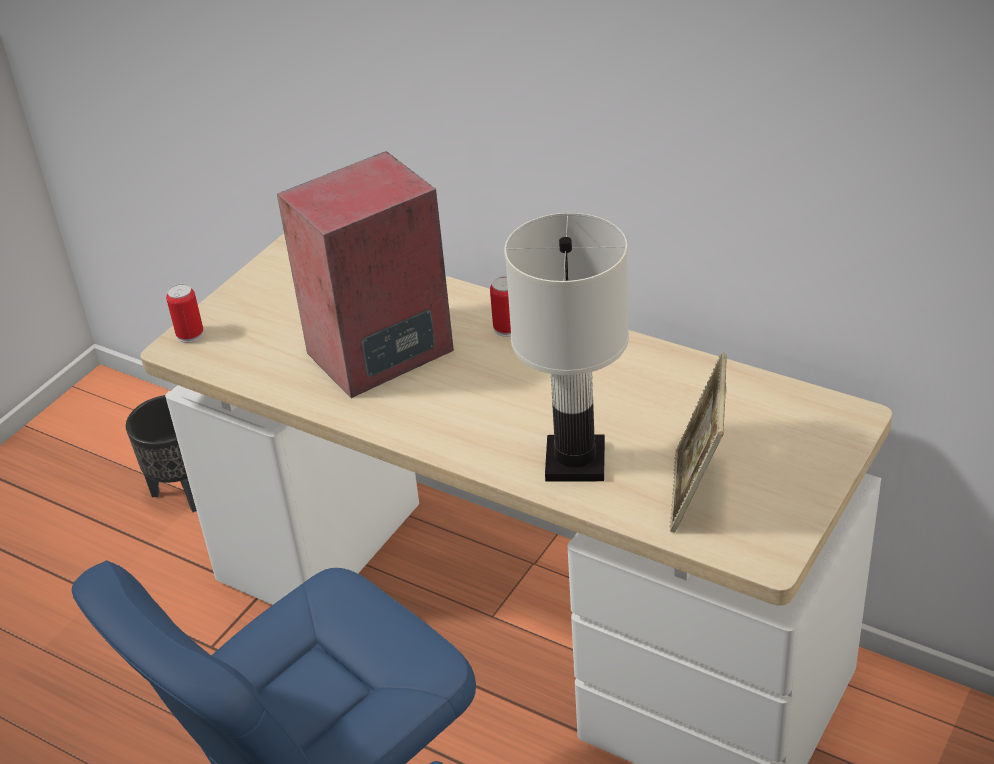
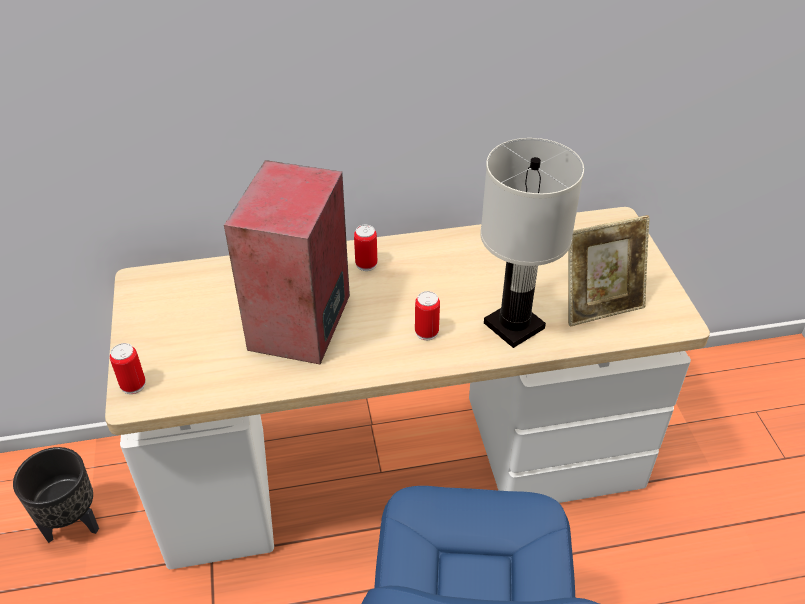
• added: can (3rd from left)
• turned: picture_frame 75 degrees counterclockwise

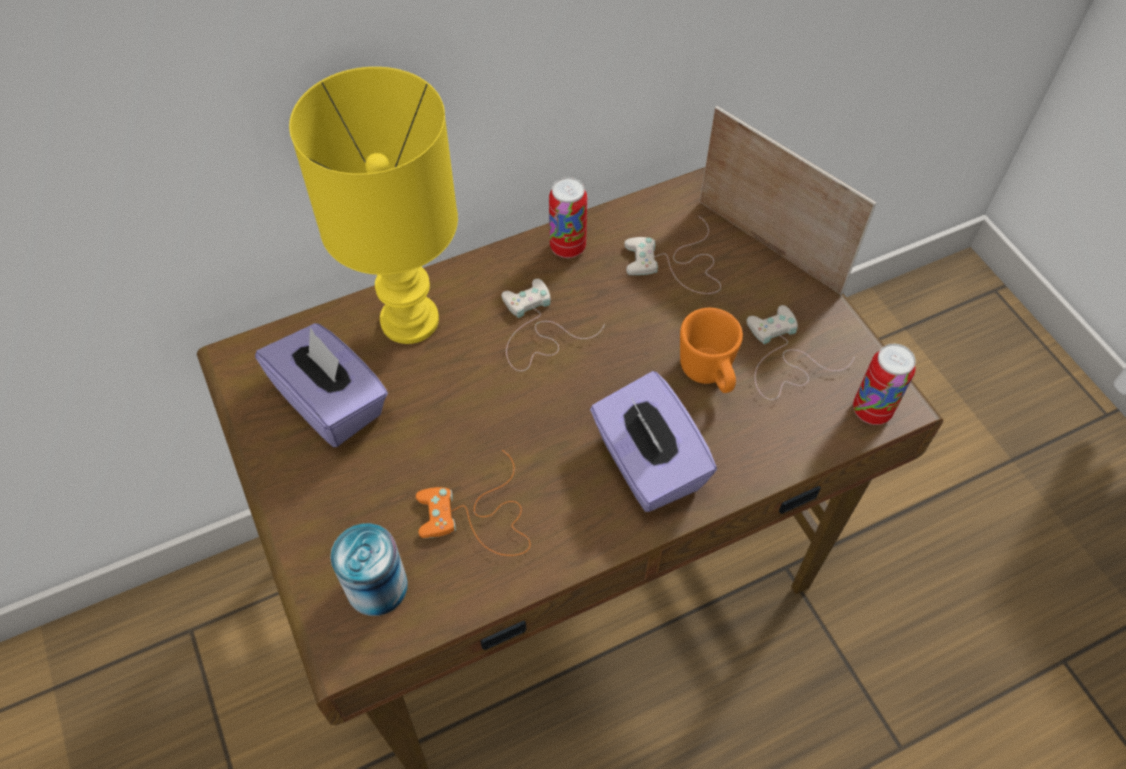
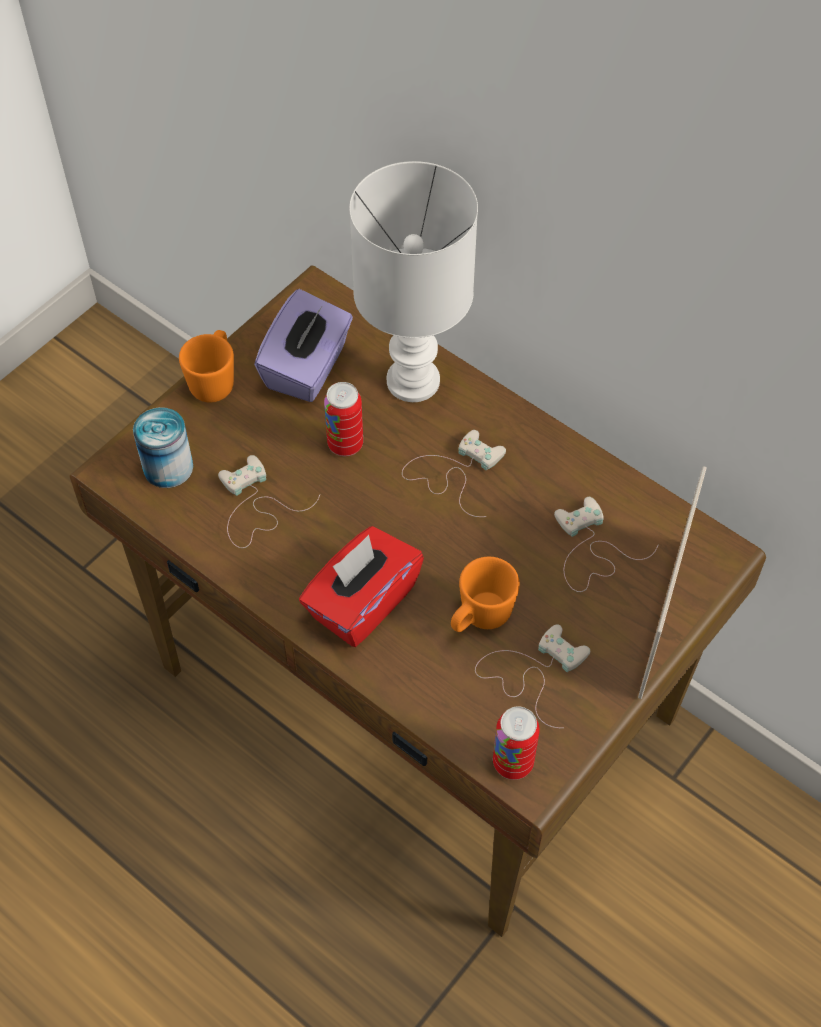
• added: orange_mug (1st from left)
• moved: can (2nd from left)
• recoloured: yellow_table_lamp to white_table_lamp
• recoloured: orange_game_controller to white_game_controller (1st from left)
• recoloured: purple_tissue_box (2nd from left) to red_tissue_box

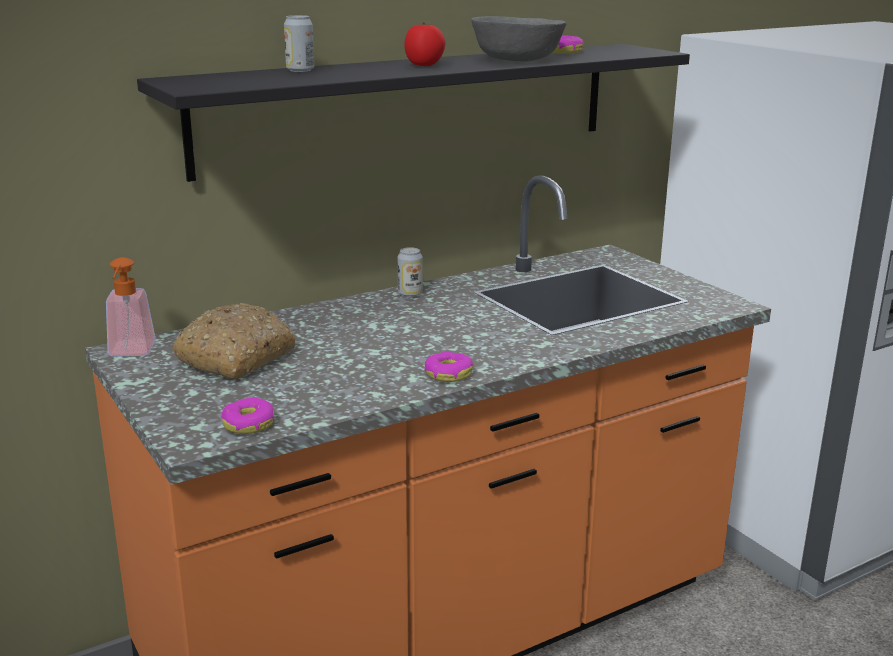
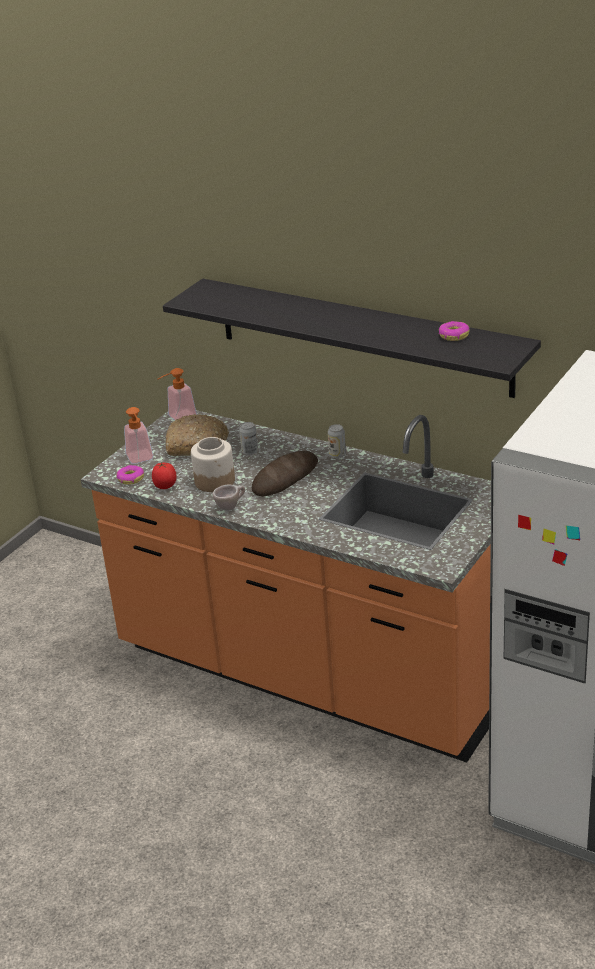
• removed: grey_bowl
• added: soap_dispenser (1st from left)
• added: jar
• added: bread (2nd from left)
• moved: can (1st from left)
• moved: tomato
• replaced: donut (2nd from left) to beige_cup

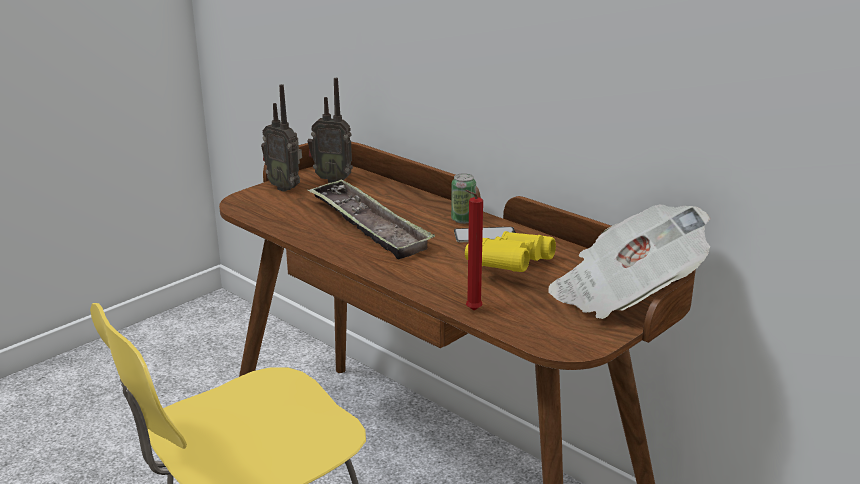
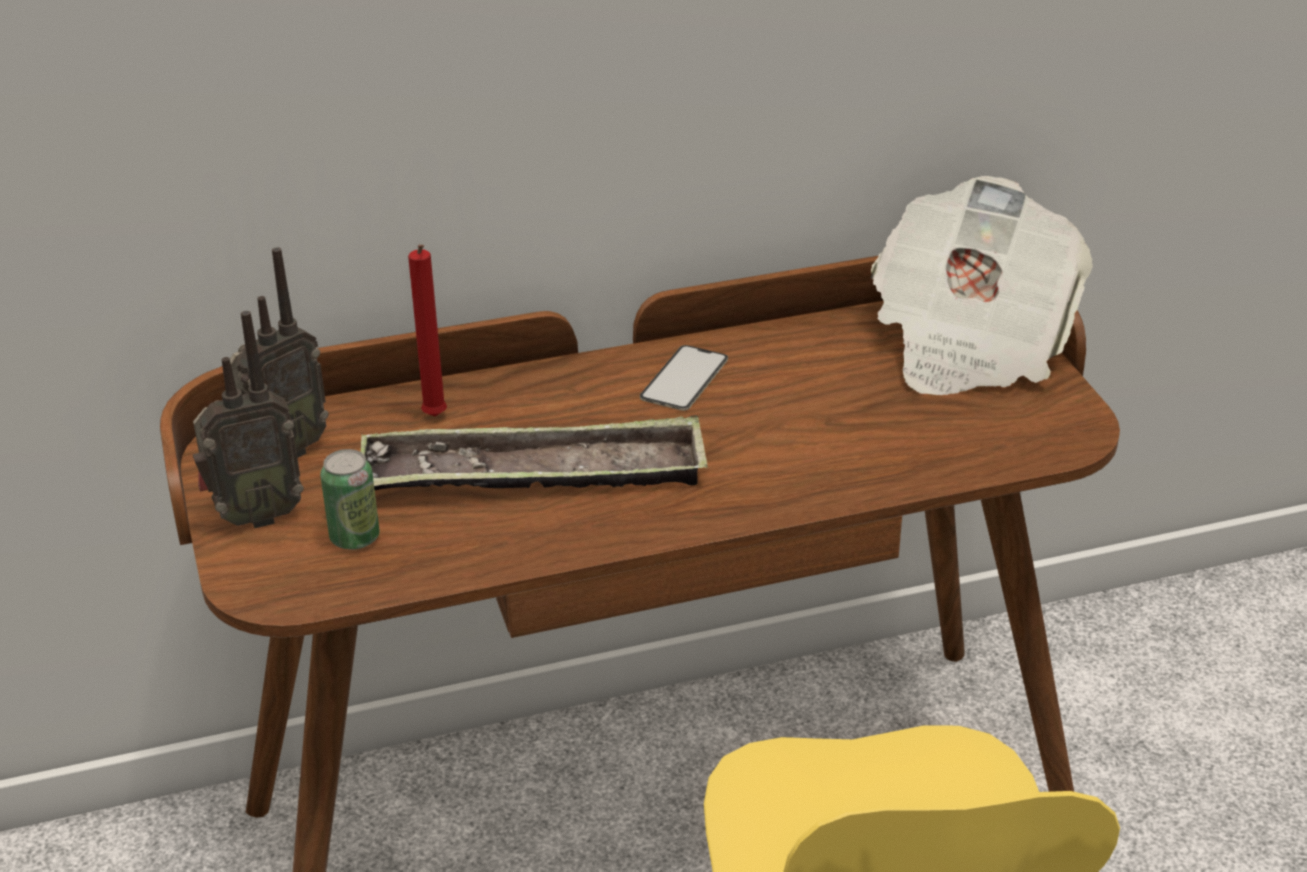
• removed: yellow_binoculars
• moved: can
• moved: red_candle

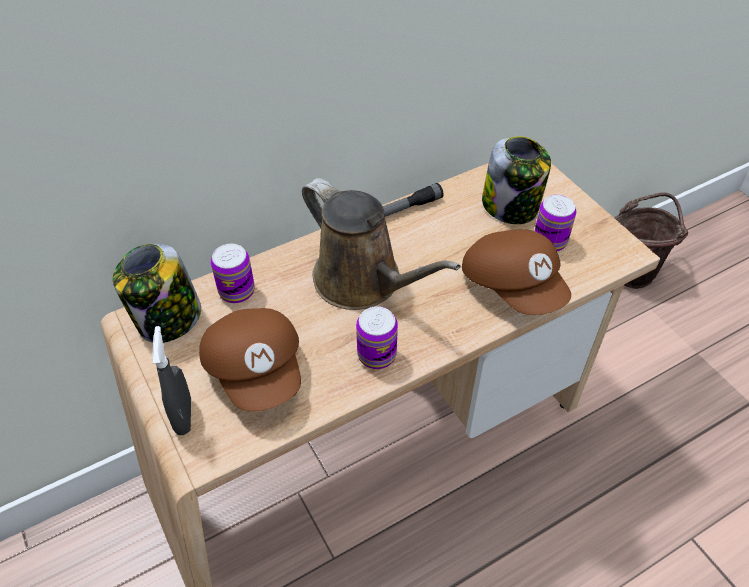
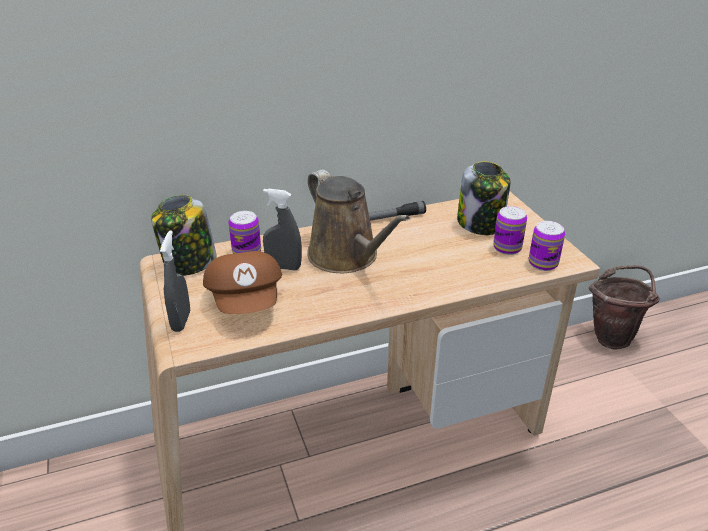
• removed: brown_cap (2nd from left)
• added: grey_spray_bottle (2nd from left)
• moved: can (2nd from left in the first image) to can (3rd from left)

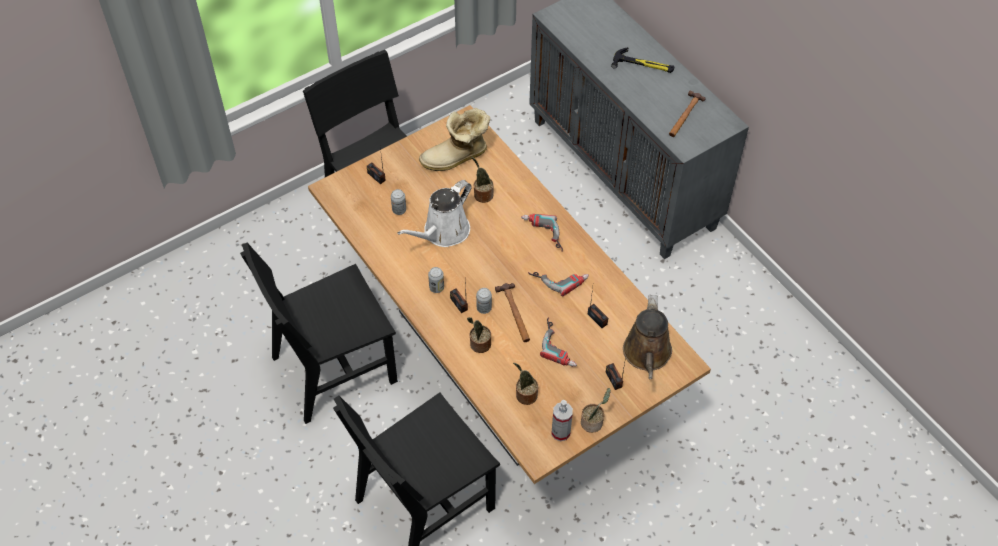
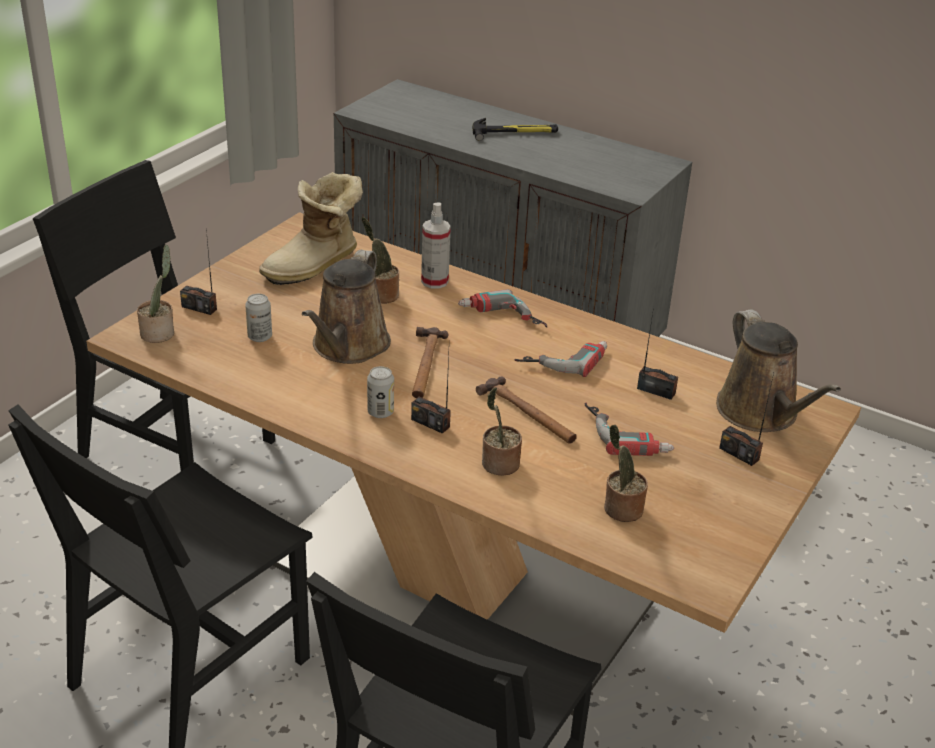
• removed: can (3rd from left)
• moved: spray_bottle
• moved: potted_plant (4th from left in the first image) to potted_plant (1st from left)
• moved: hammer (3rd from left in the first image) to hammer (1st from left)
• recoloured: white_watering_can to brown_watering_can (1st from left)

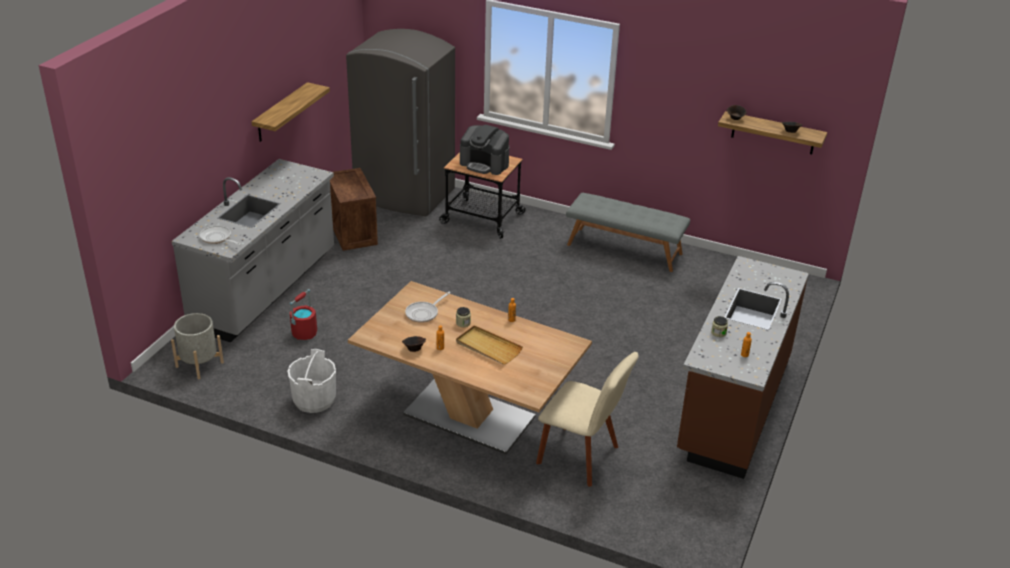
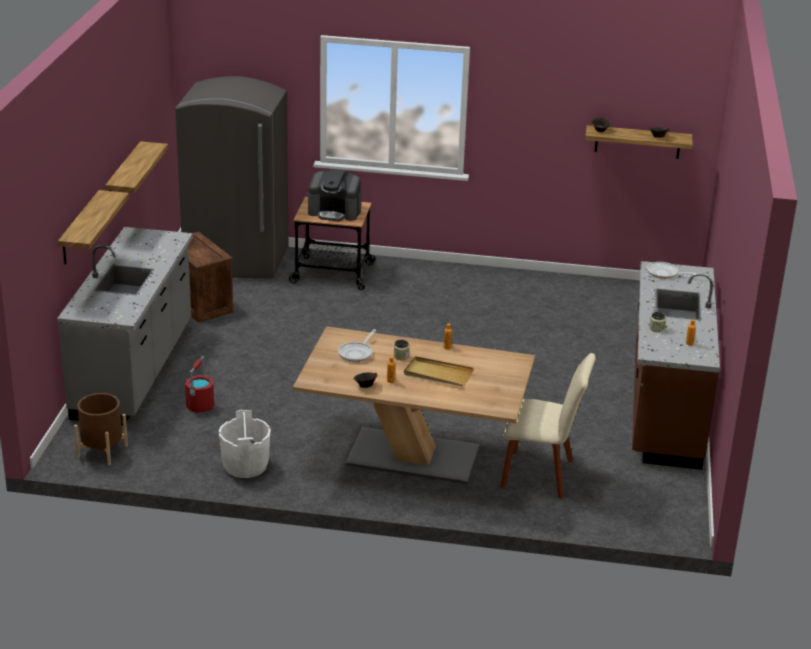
• removed: grey_bench
• added: shelf (1st from left)
• moved: frying_pan (1st from left in the first image) to frying_pan (2nd from left)
• recoloured: grey_planter to brown_planter

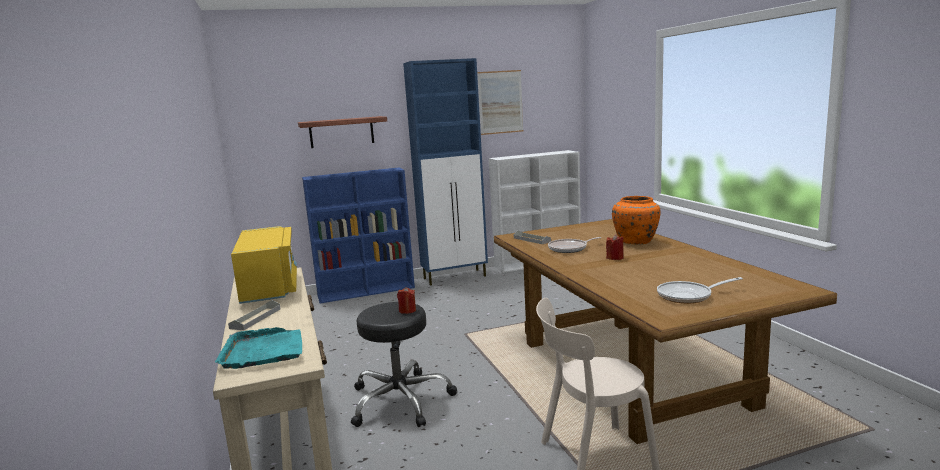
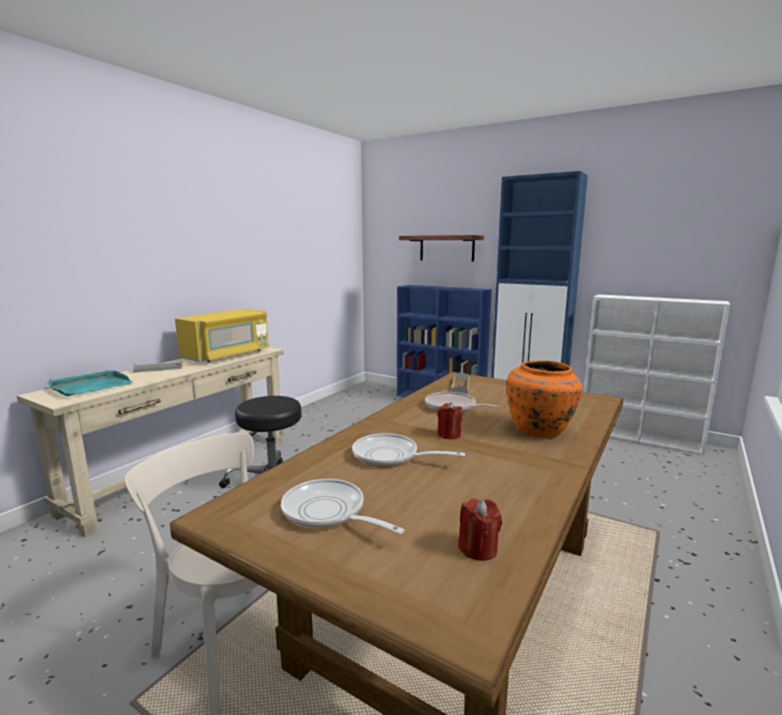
• removed: picture
• added: frying_pan (2nd from left)
• moved: red_candle (1st from left in the first image) to red_candle (2nd from left)

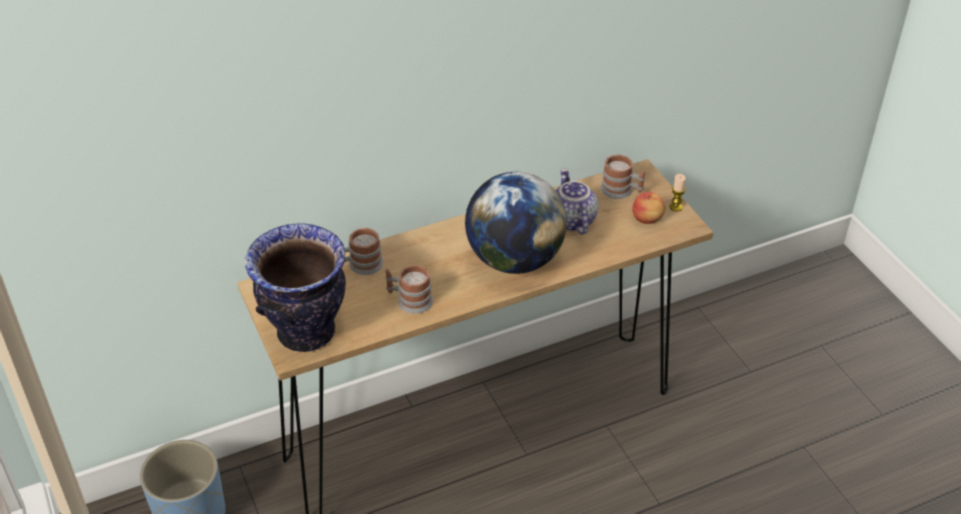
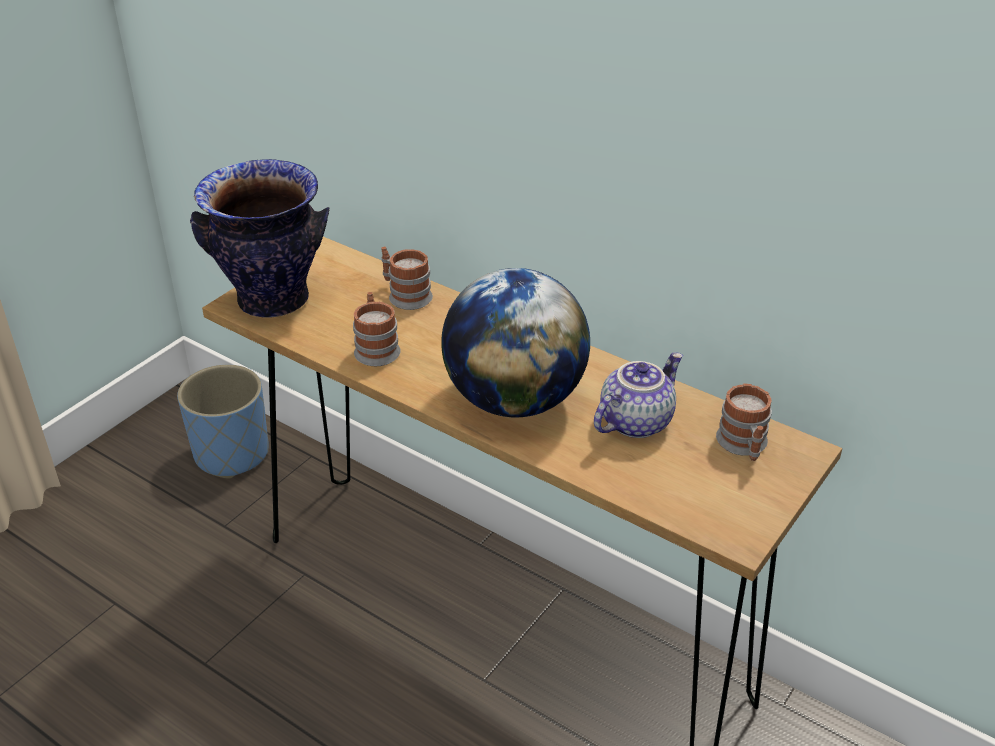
• removed: apple
• removed: candle

